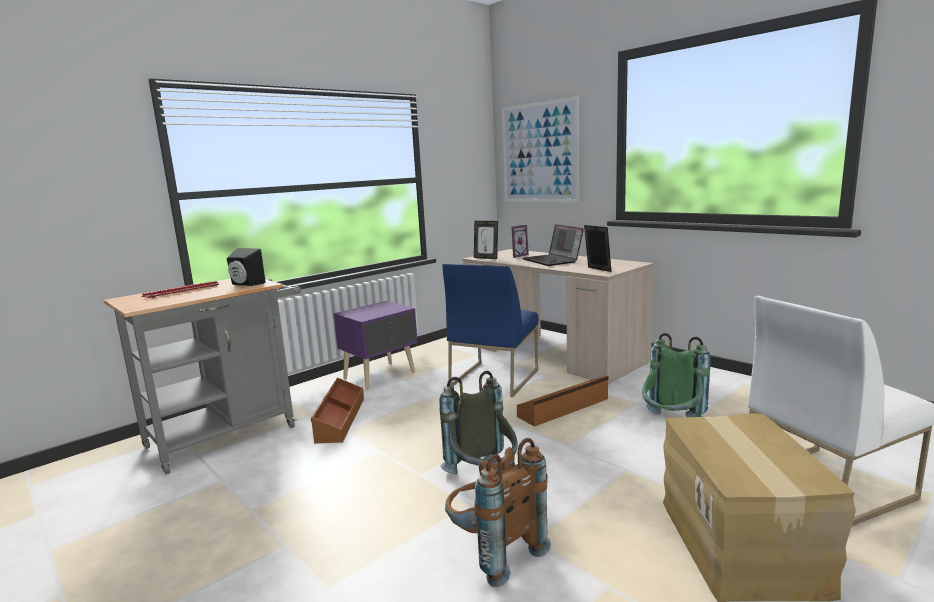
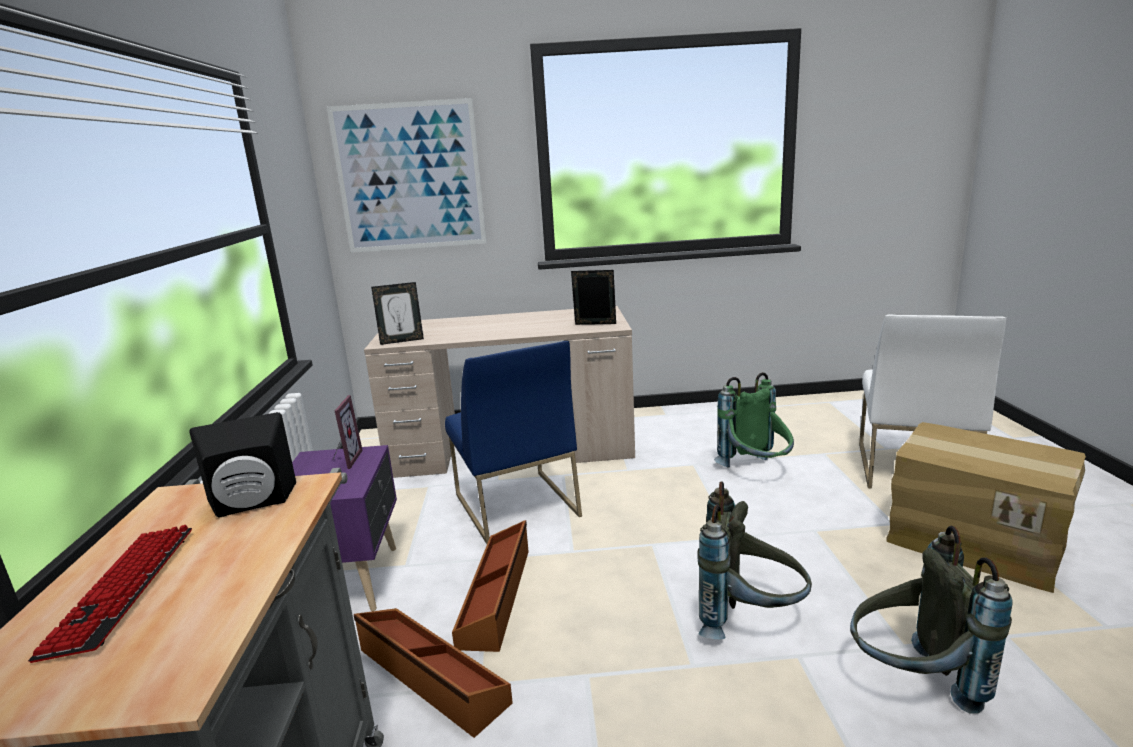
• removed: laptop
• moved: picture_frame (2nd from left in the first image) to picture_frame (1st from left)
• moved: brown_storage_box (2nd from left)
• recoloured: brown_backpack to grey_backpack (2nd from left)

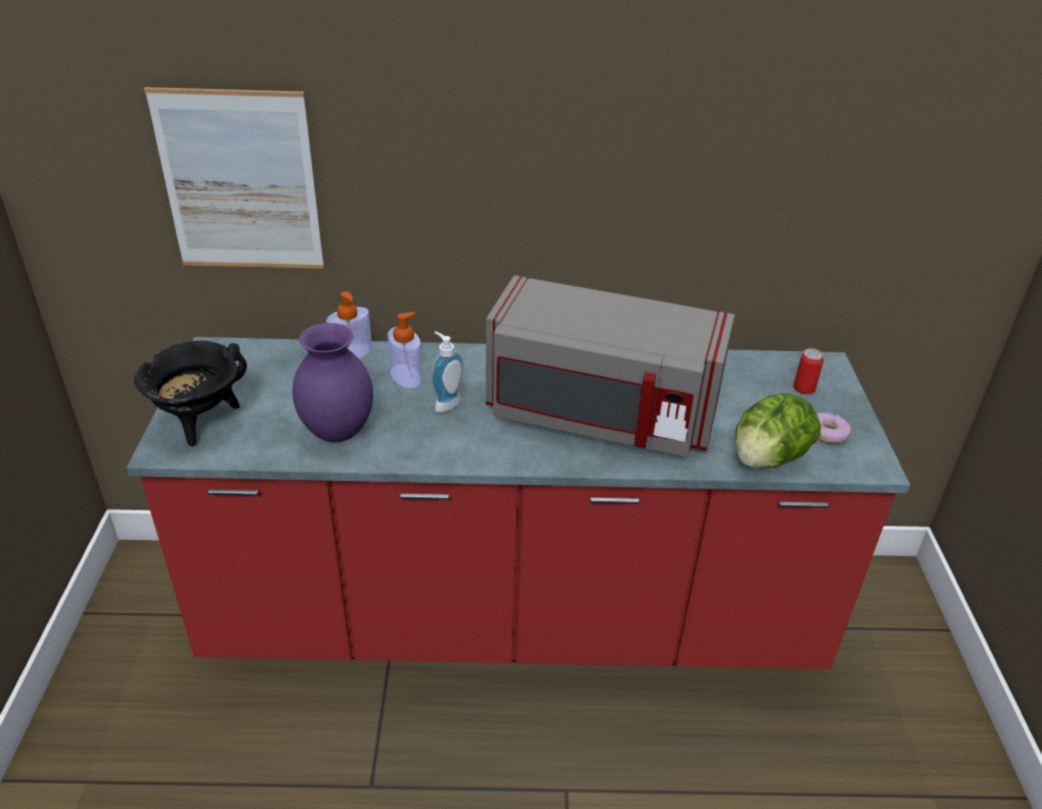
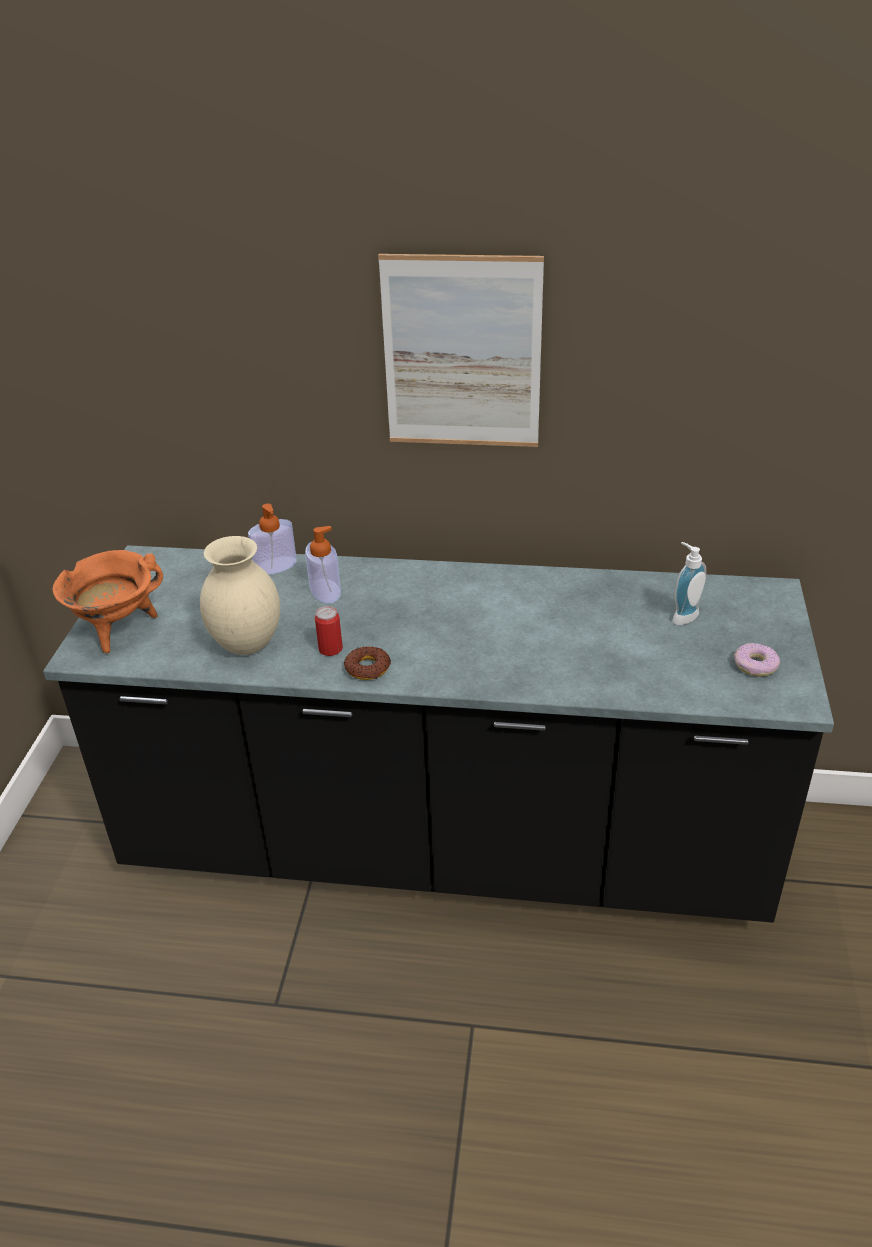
• removed: grey_microwave
• removed: lettuce
• added: donut (1st from left)
• moved: picture
• moved: soap_dispenser (3rd from left)
• moved: can
• recoloured: red_counter to black_counter
• recoloured: black_cooking_pot to orange_cooking_pot
• recoloured: purple_vase to beige_vase

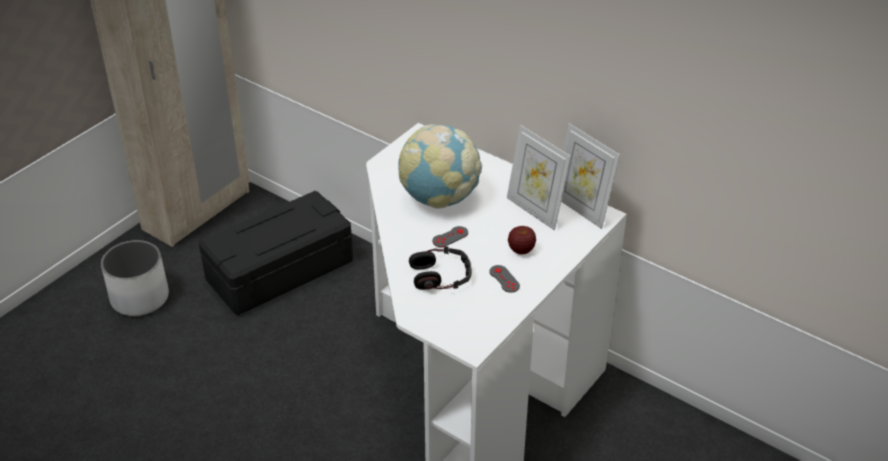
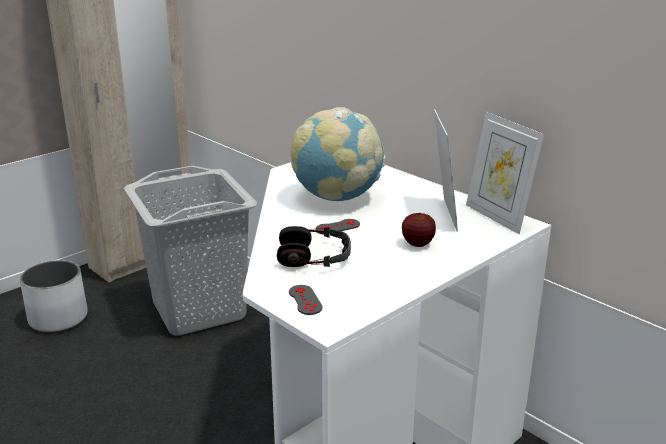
• moved: grey_game_controller (2nd from left in the first image) to grey_game_controller (1st from left)
• replaced: black_storage_box to grey_laundry_basket
• turned: picture_frame (1st from left) 150 degrees counterclockwise

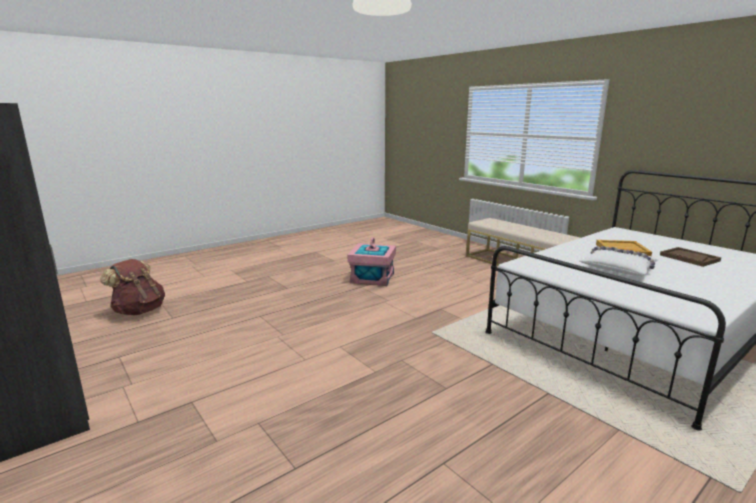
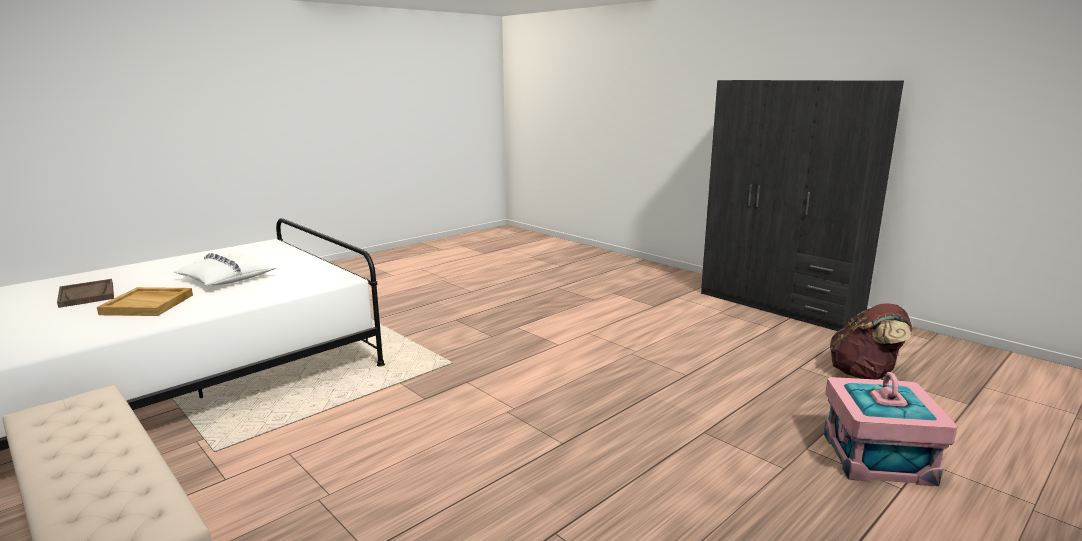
• moved: pink_storage_box

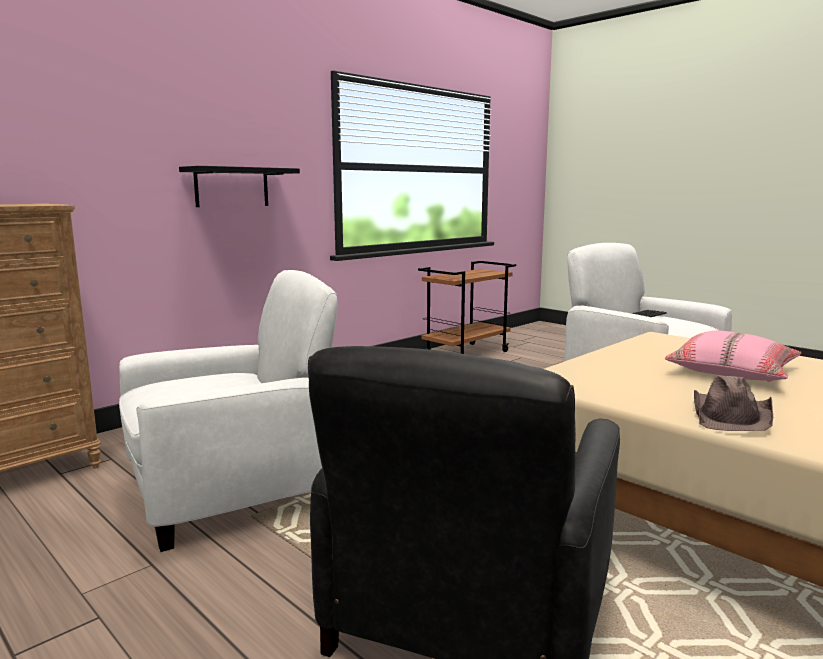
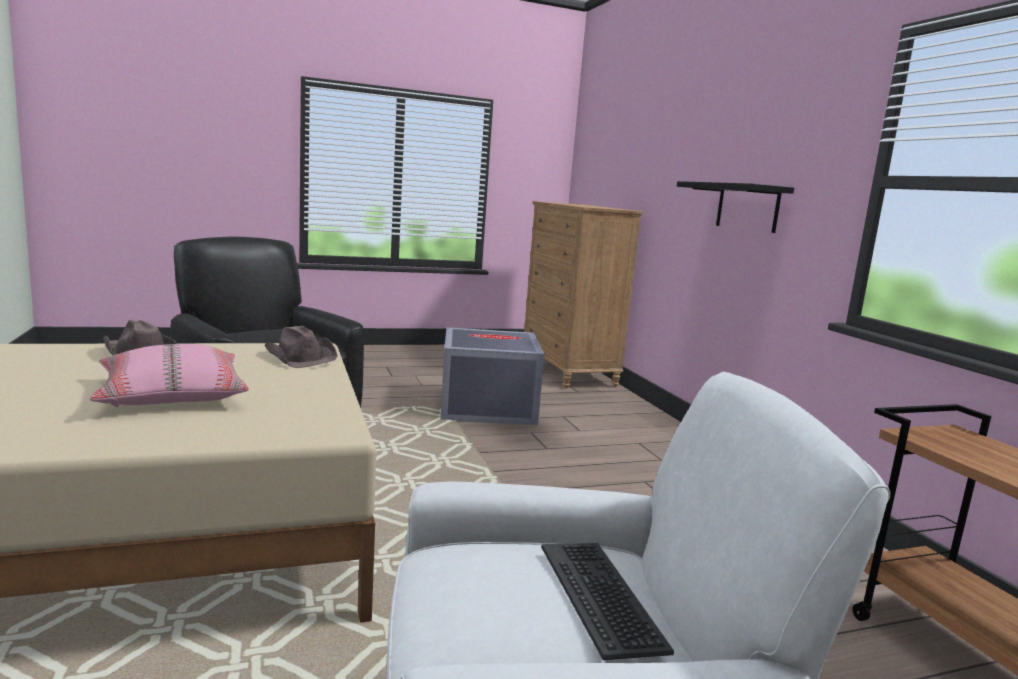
• added: brown_hat (2nd from left)
• replaced: white_armchair (1st from left) to grey_storage_box

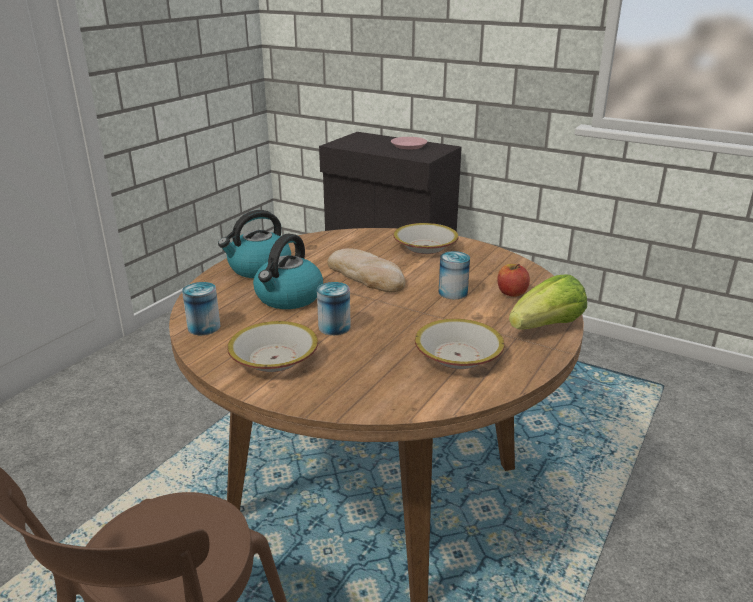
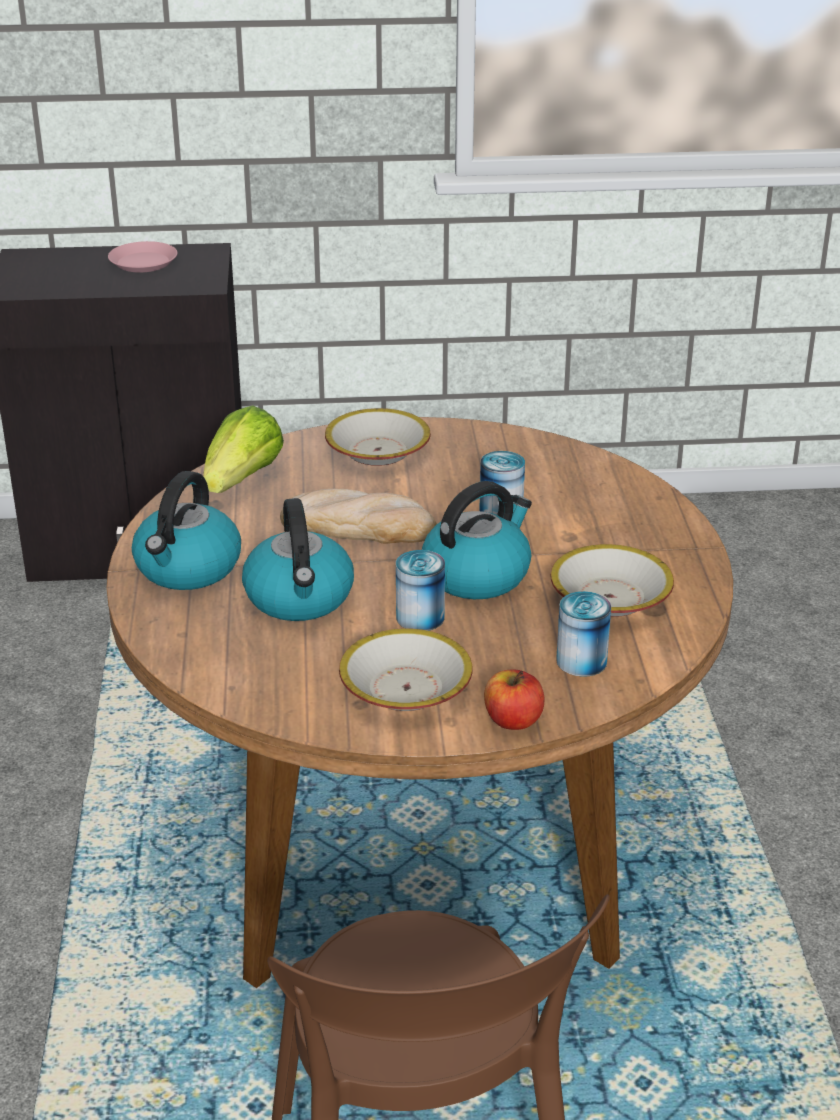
• added: kettle (3rd from left)
• moved: can (1st from left in the first image) to can (3rd from left)
• moved: apple
• moved: lettuce

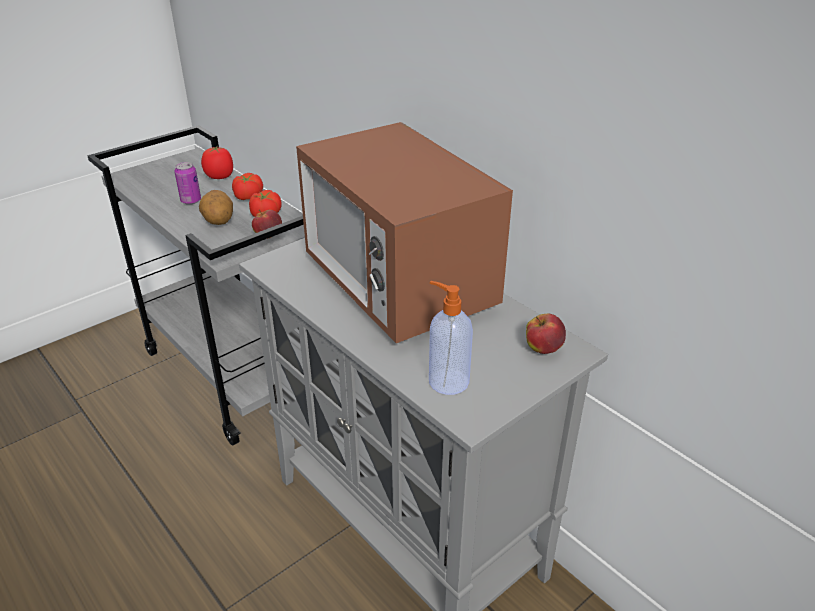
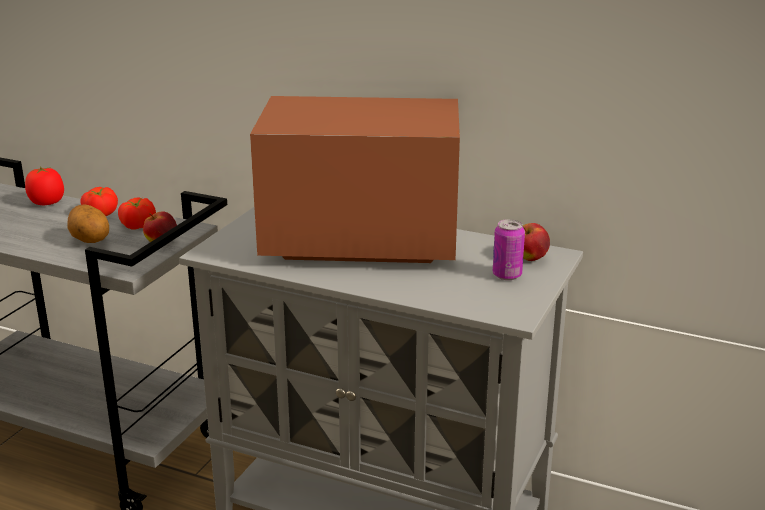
• removed: soap_dispenser
• moved: can
• turned: microwave 150 degrees clockwise

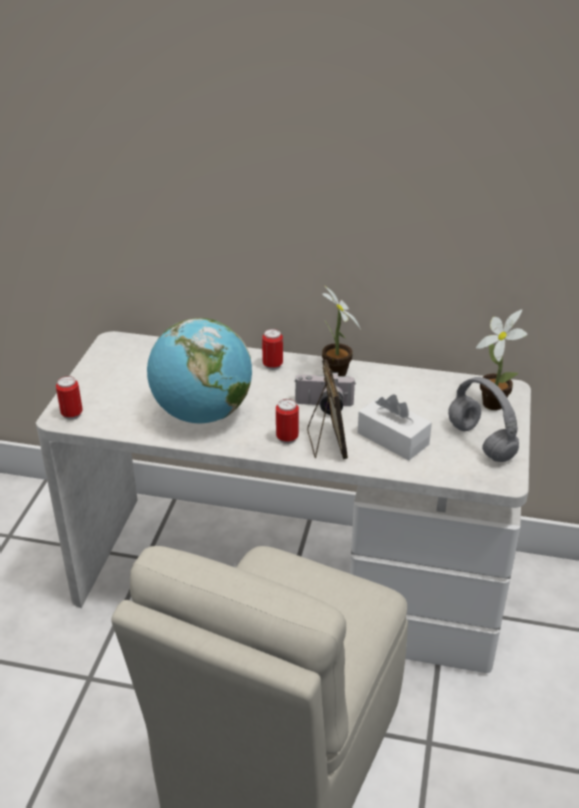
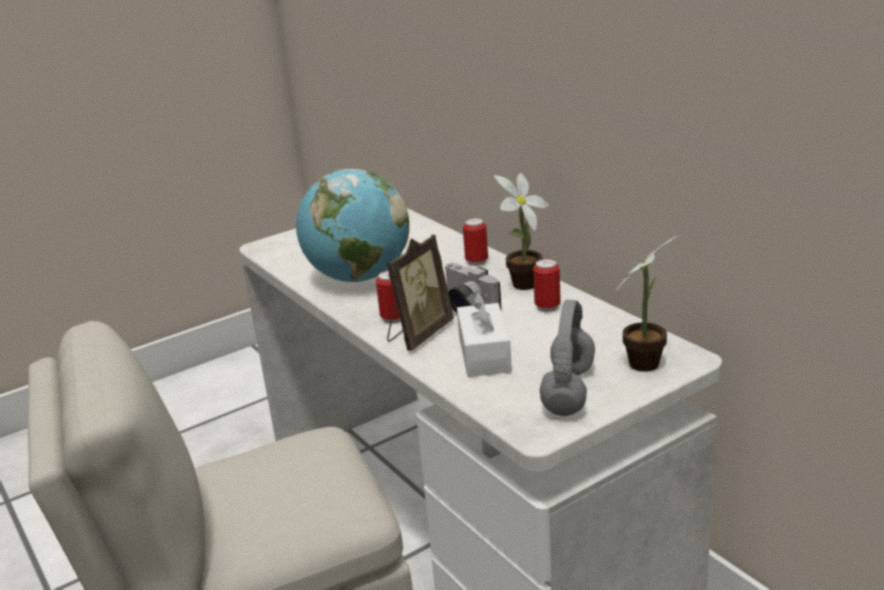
• moved: can (1st from left in the first image) to can (3rd from left)

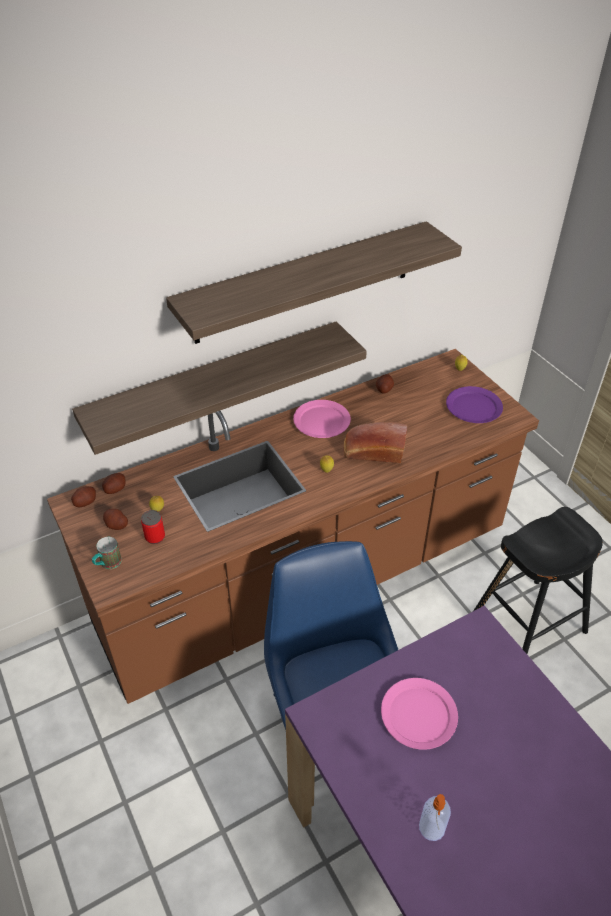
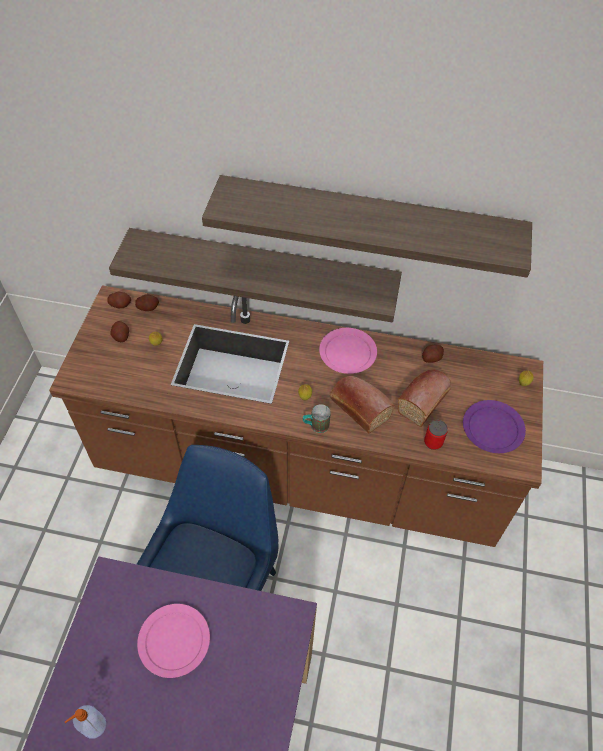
• removed: black_stool
• added: bread (2nd from left)
• moved: mug
• moved: can

